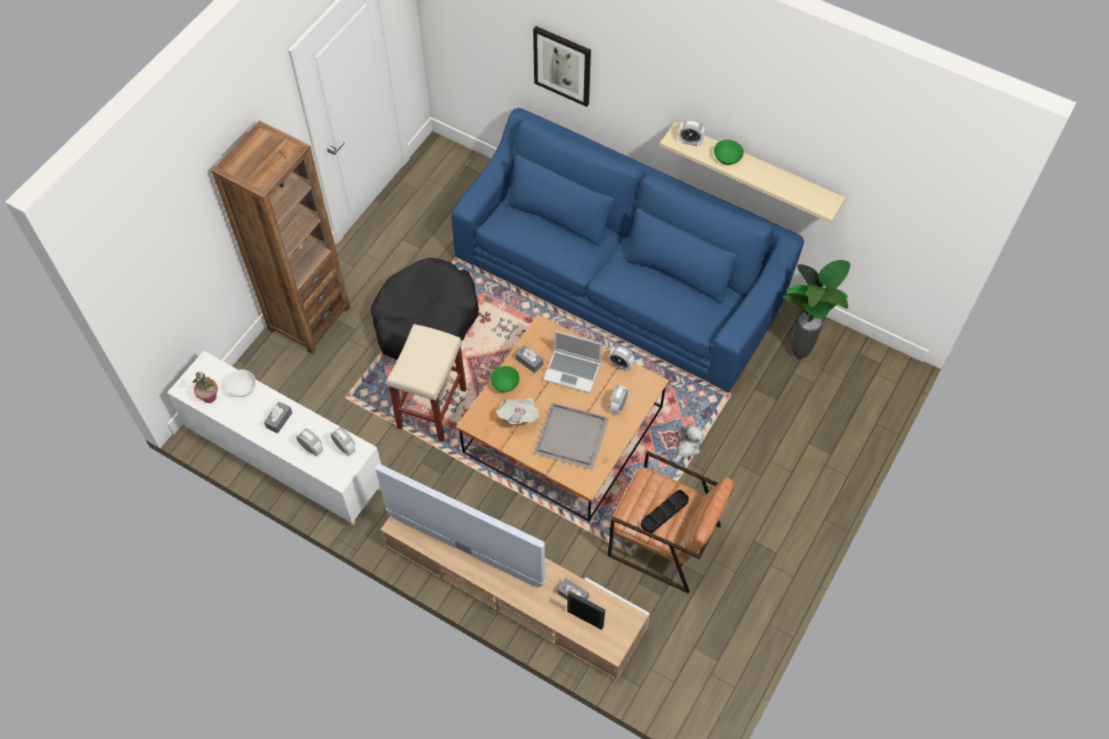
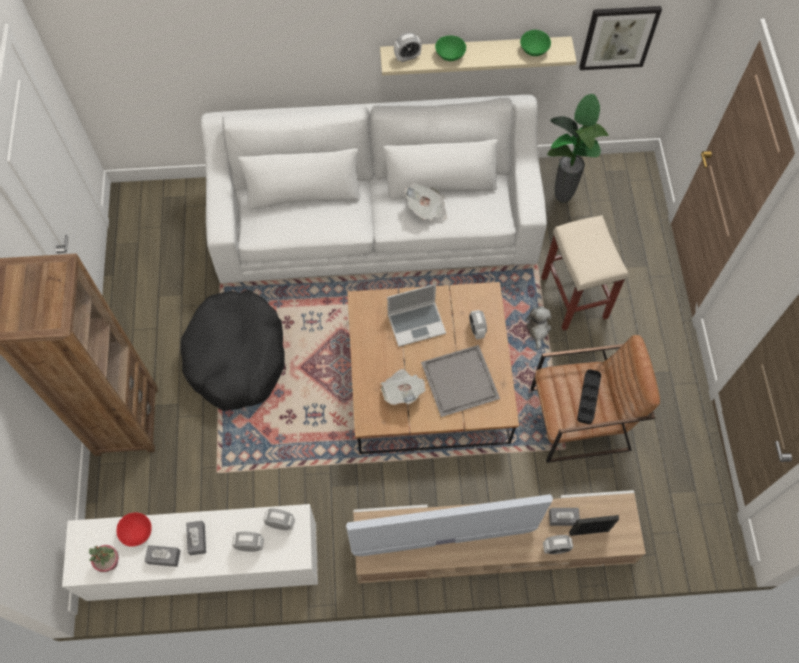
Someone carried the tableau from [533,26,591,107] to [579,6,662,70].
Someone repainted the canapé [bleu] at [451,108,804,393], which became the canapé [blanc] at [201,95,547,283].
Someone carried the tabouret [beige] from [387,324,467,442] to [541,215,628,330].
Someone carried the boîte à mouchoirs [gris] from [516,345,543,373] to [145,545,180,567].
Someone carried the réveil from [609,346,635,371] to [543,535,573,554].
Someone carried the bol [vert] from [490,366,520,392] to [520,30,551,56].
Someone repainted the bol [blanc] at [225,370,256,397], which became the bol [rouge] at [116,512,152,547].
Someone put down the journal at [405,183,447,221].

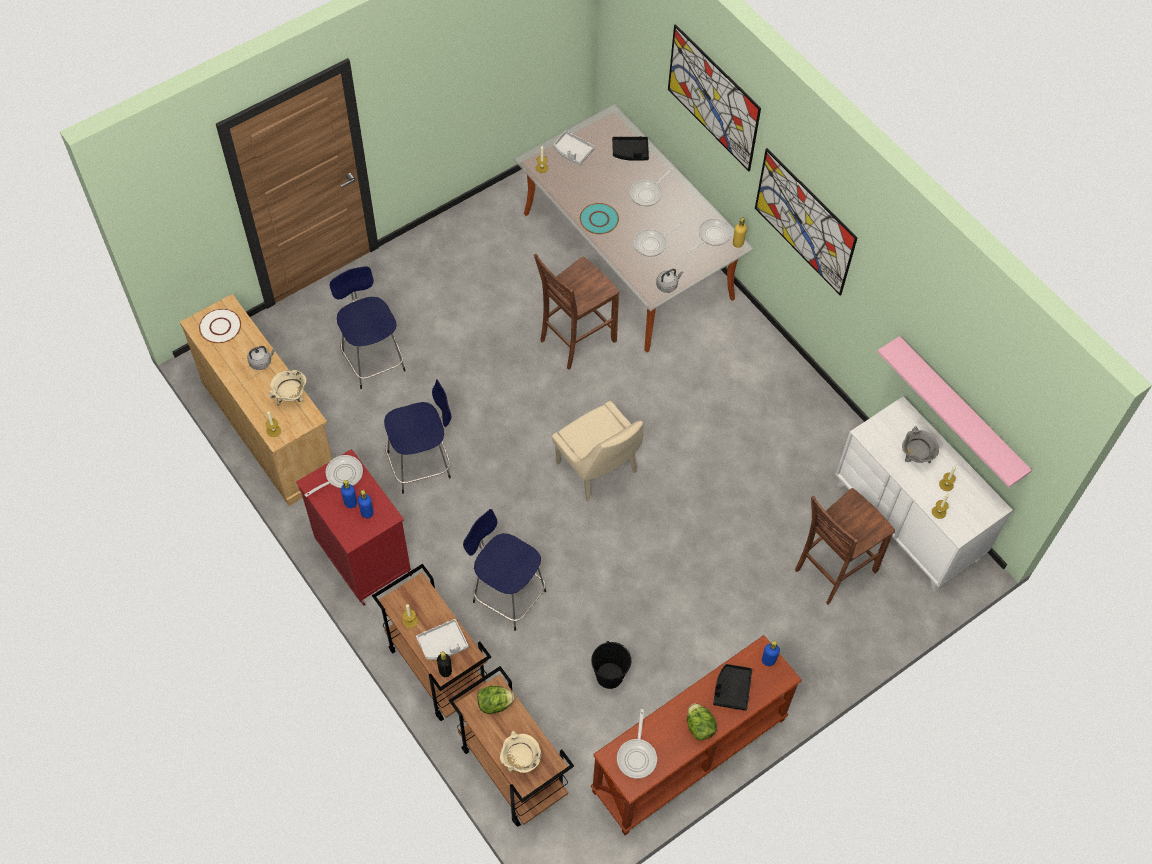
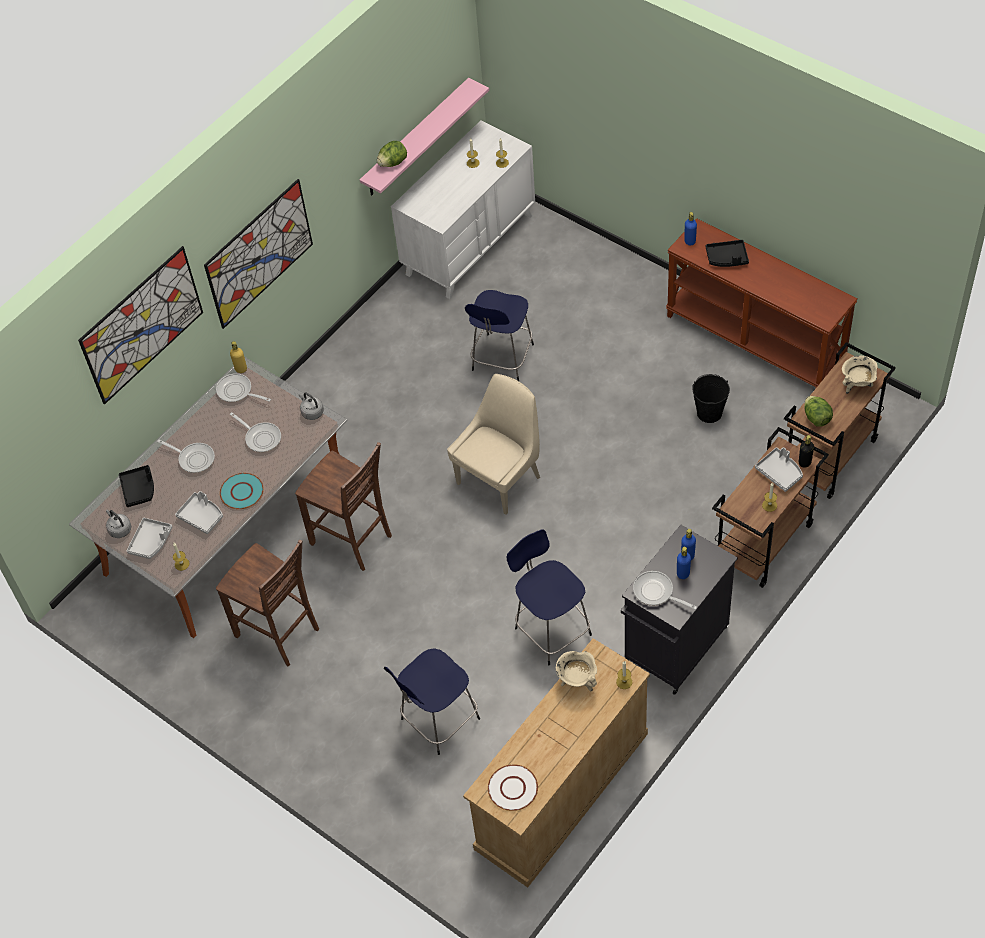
Someone carried the bouilloire [gris] from [247,346,276,370] to [106,509,131,538].
Someone took away the marmite [gris] at [902,426,939,463].
Someone repainted the meuble de rangement [rouge] at [296,449,412,606], which became the meuble de rangement [noir] at [621,525,738,695].
Someone carried the chaise [marron] from [795,488,895,605] to [216,540,319,666].
Someone carried the tabouret [bleu] from [463,509,546,631] to [465,290,534,381].
Someone carried the laitue from [687,703,717,741] to [377,141,407,167].
Someone took away the poêle at [617,709,657,779].
Someone put down the plateau [gris] at [175,491,223,534].

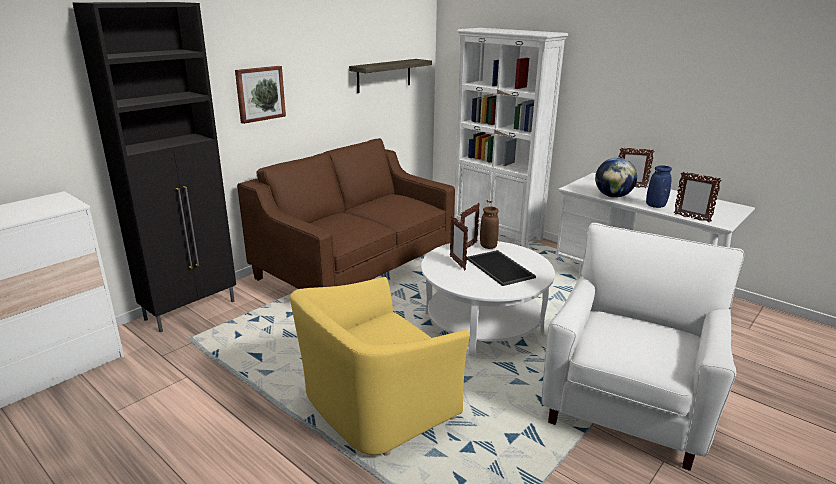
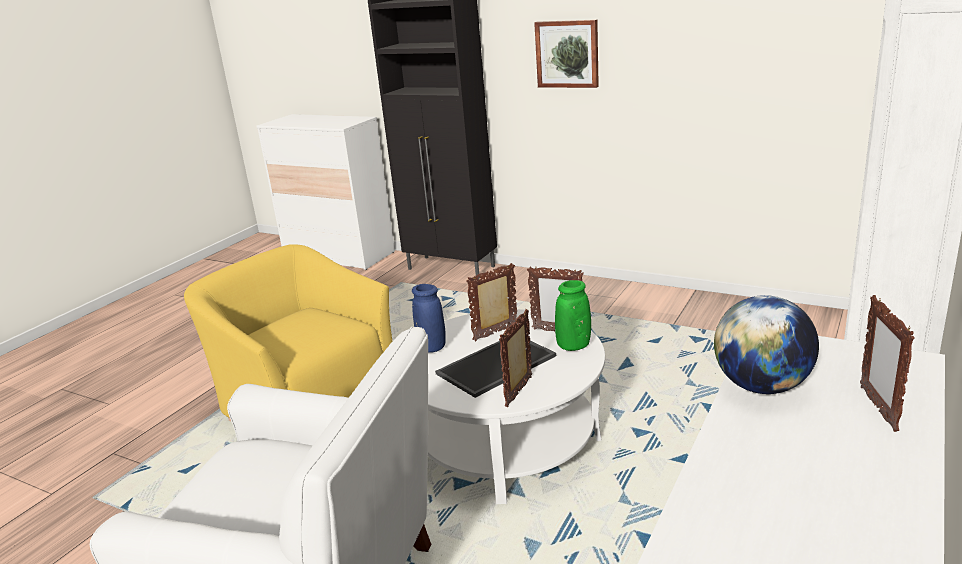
Someone took away the étagère at [349,59,432,93].
Someone took away the canapé [marron] at [237,138,455,289].
Someone carried the vase [bleu] from [646,165,672,208] to [412,284,446,353].
Someone carried the cadre photo from [674,172,722,222] to [499,309,532,407].
Someone repainted the vase [marron] at [480,206,499,249], which became the vase [vert] at [555,280,591,351].

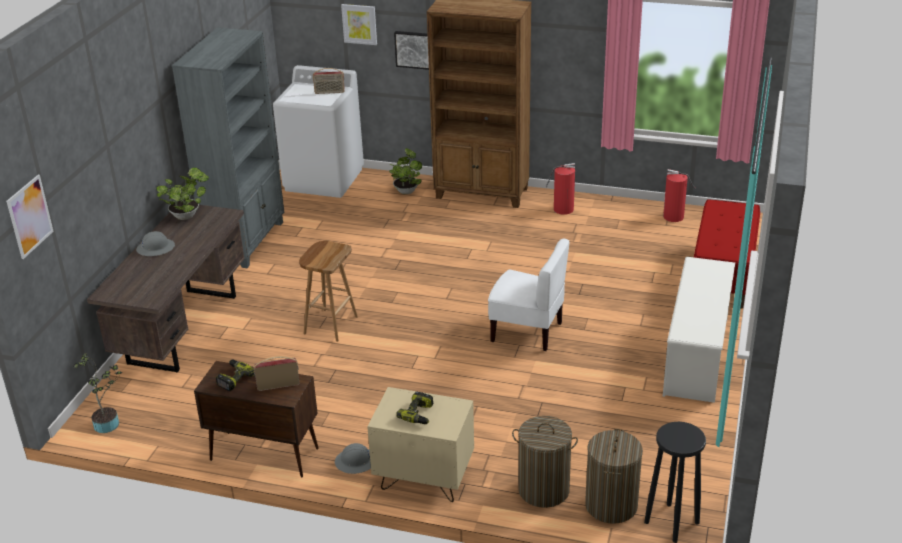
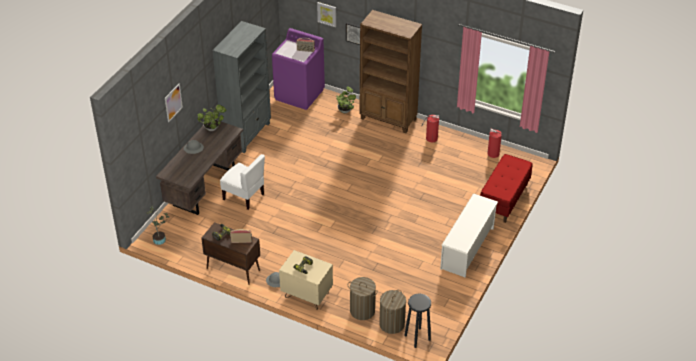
Someone repainted the lave-linge [blanc] at [273,65,364,198], which became the lave-linge [violet] at [272,28,325,110].
Someone carried the tableau from [6,175,54,259] to [165,84,183,122].
Someone carried the chaise [blanc] from [488,239,570,351] to [220,154,265,210].
Someone took away the tabouret [marron] at [299,241,358,342].

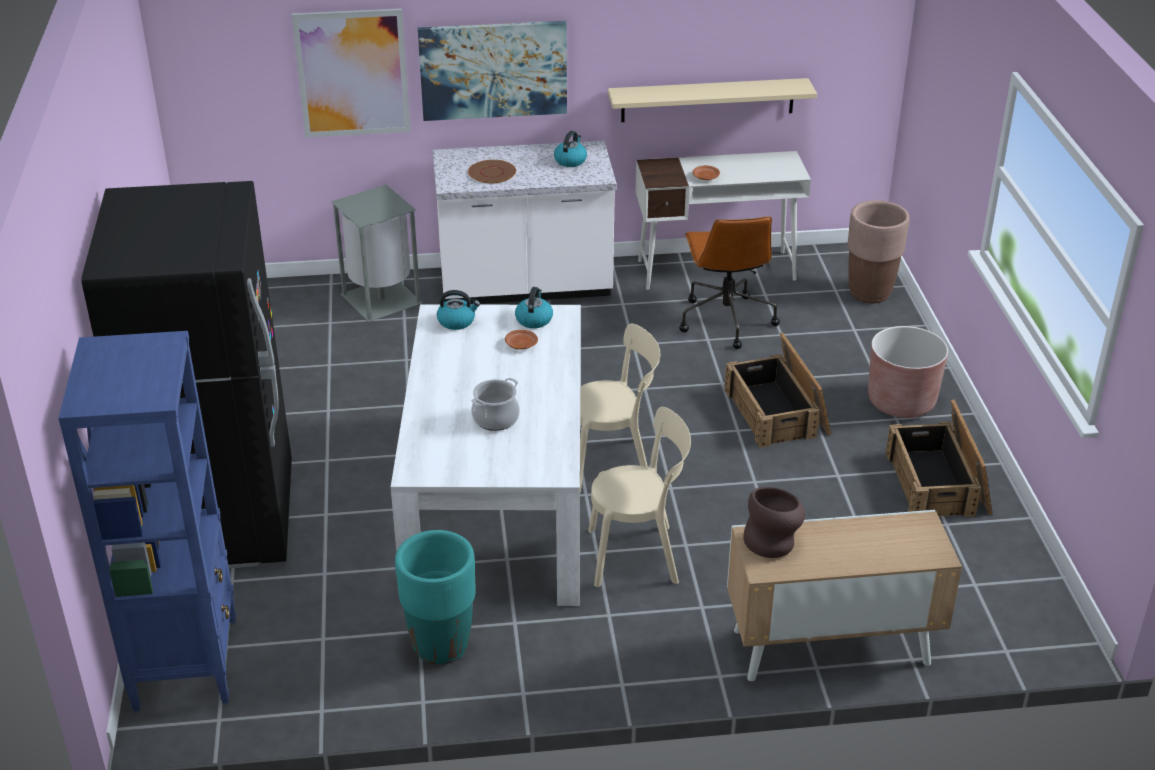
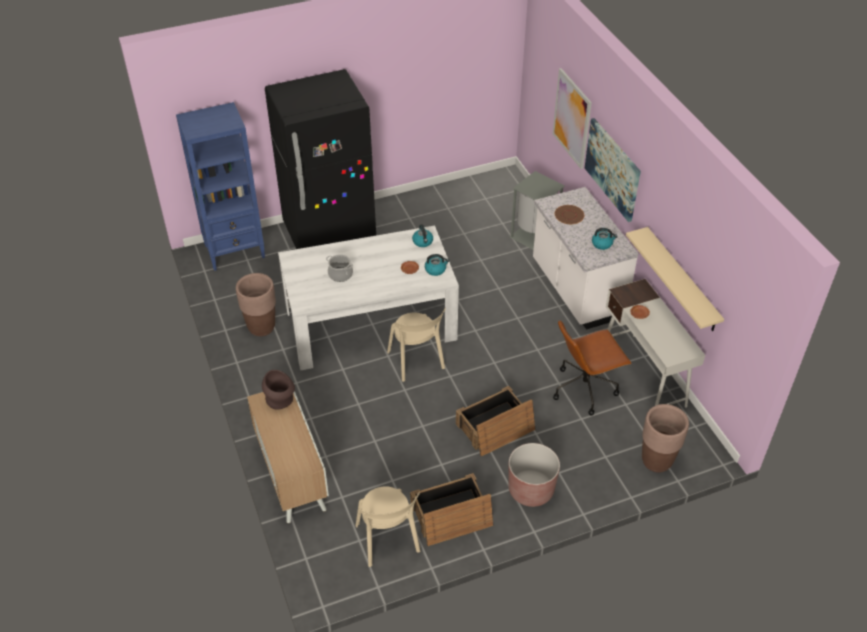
Someone carried the chaise [beige] from [588,407,691,587] to [355,486,420,567].
Someone repainted the cache-pot [turquoise] at [395,530,476,665], which became the cache-pot [marron] at [236,273,276,336].

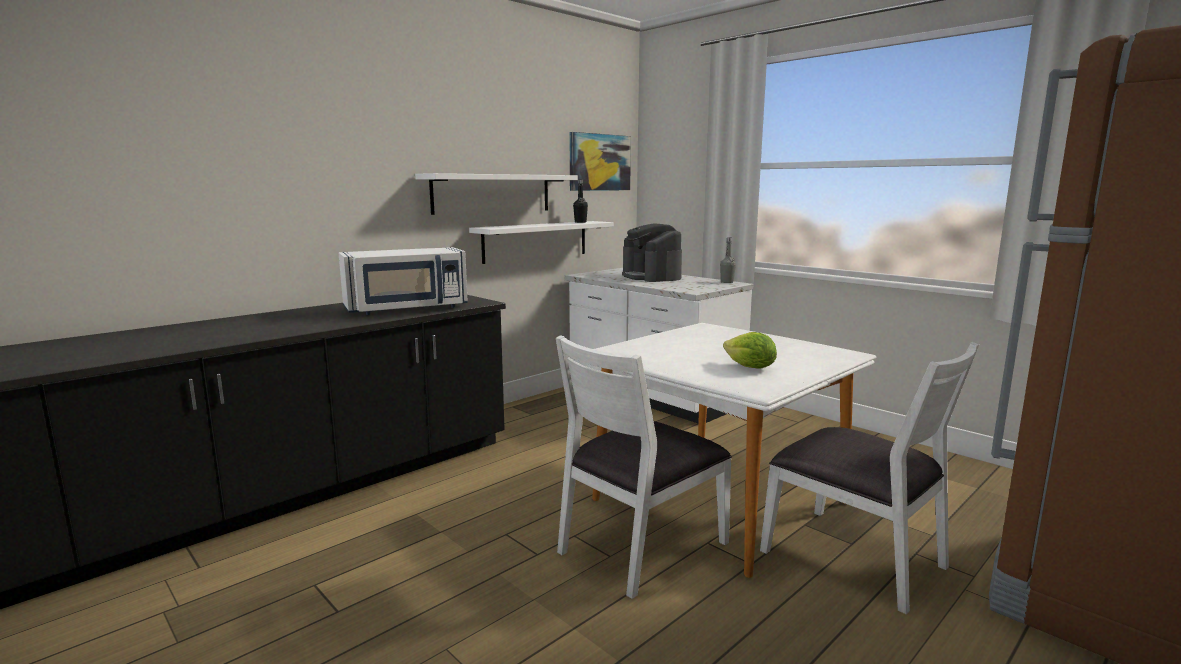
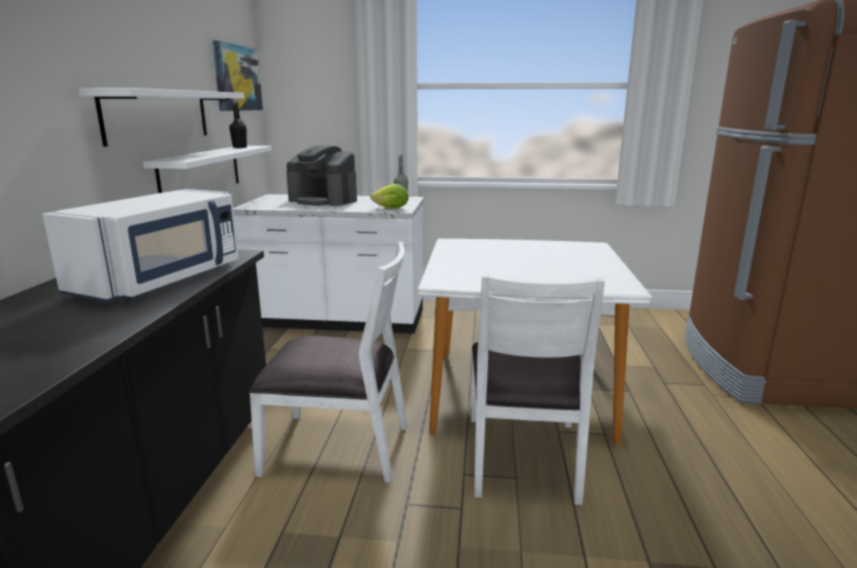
Someone carried the laitue from [723,332,777,368] to [370,184,408,208].
Someone carried the chaise [blanc] from [760,342,979,614] to [249,241,408,483].

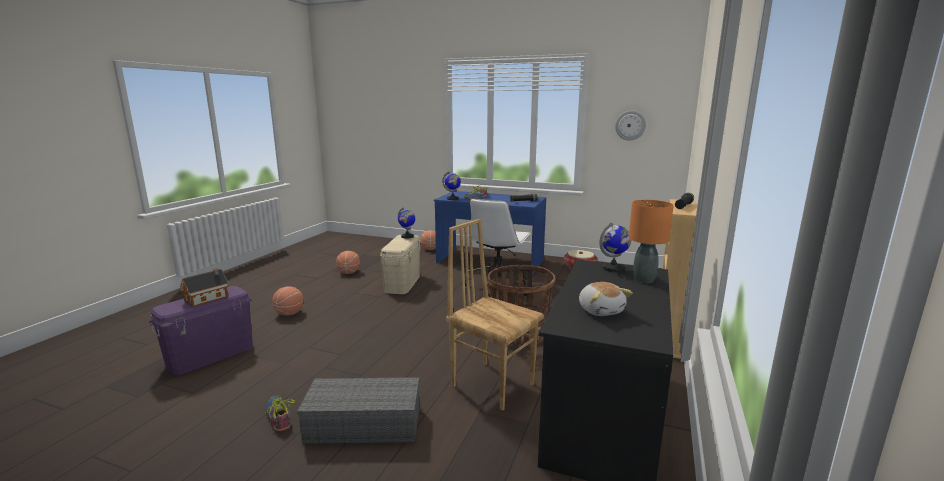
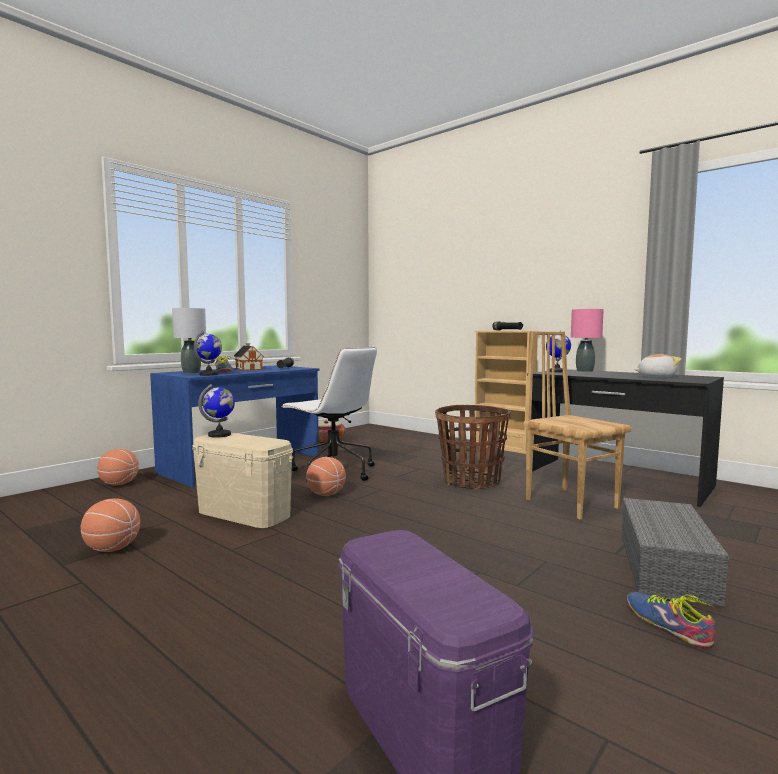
Someone took away the horloge murale at [615,111,646,141].
Someone repainted the lampe de table [orange] at [629,200,674,283], which became the lampe de table [rose] at [571,309,604,372].
Someone rotated the chaise [marron] at [446,219,544,411] by 90 degrees clockwise.
Someone carried the maison miniature from [180,268,228,307] to [234,343,264,371].
Someone carried the ballon de basket from [272,286,304,316] to [306,457,346,496].
Someone rotated the chaussure at [266,395,295,432] by 75 degrees clockwise.
Someone put down the lampe de table [gris] at [172,308,206,374].

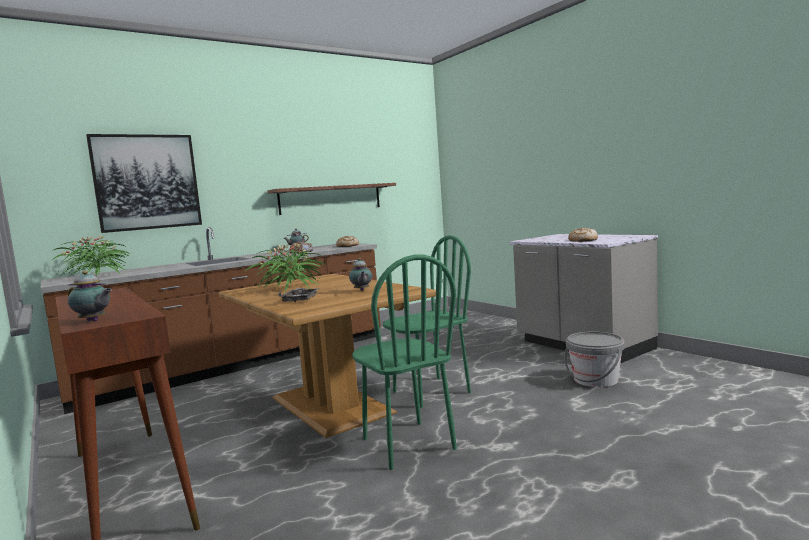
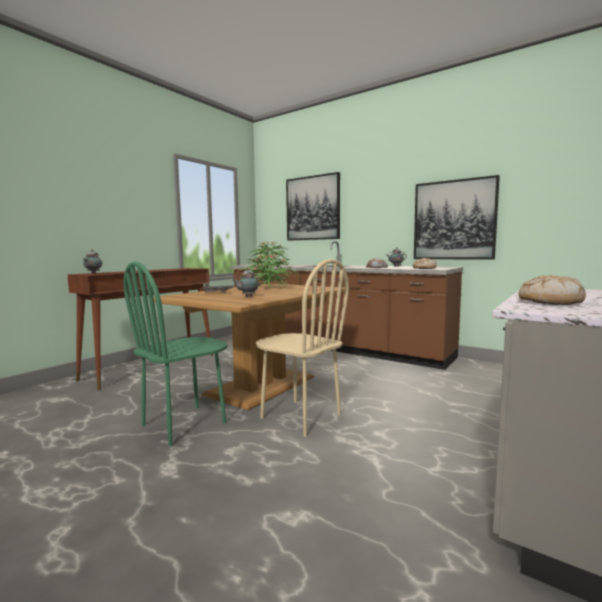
Someone swapped the étagère at [267,183,396,215] for the tableau at [414,175,500,260].
Someone repainted the chaise [vert] at [383,235,471,408], which became the chaise [beige] at [256,259,349,437].
Someone took away the seau [gris] at [564,332,625,387].

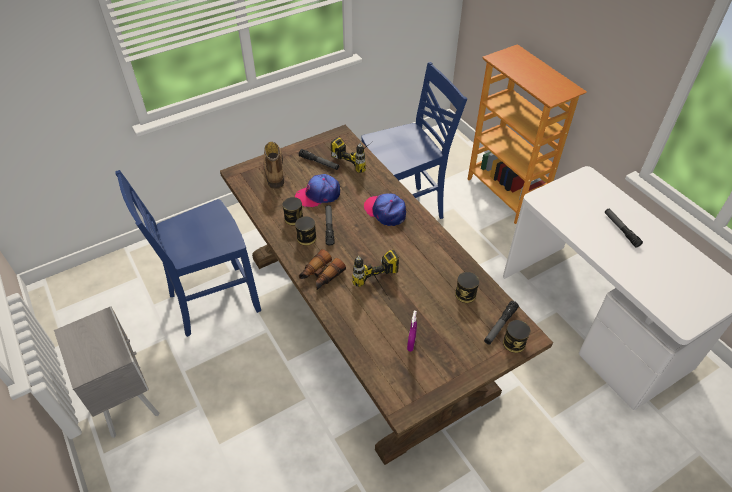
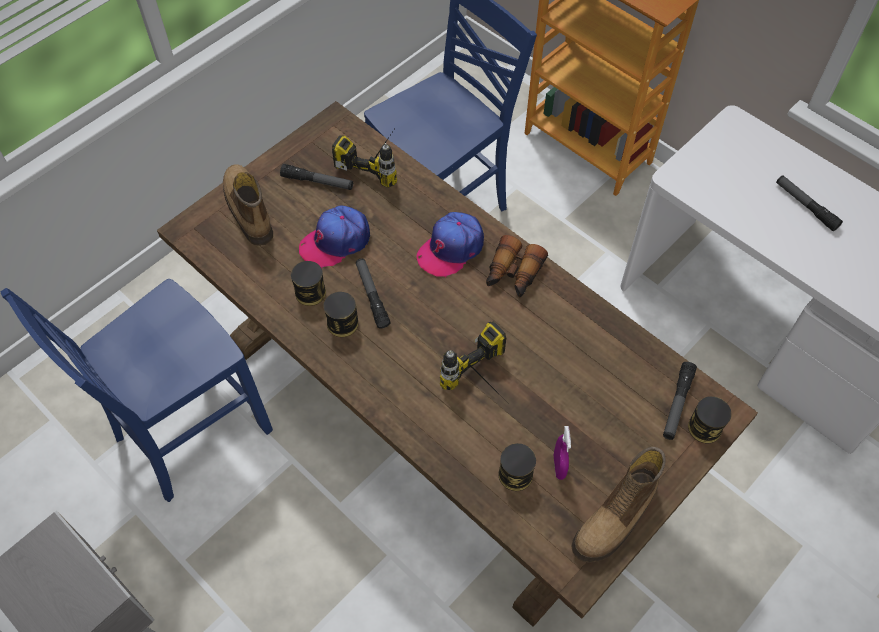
Someone rotated the casquette at [364,193,406,226] by 75 degrees counterclockwise.
Someone carried the jumelles from [299,249,346,290] to [486,235,548,298].
Someone carried the boîte métallique from [455,272,479,303] to [498,443,536,491].
Someone put down the botte at [571,447,666,563].

